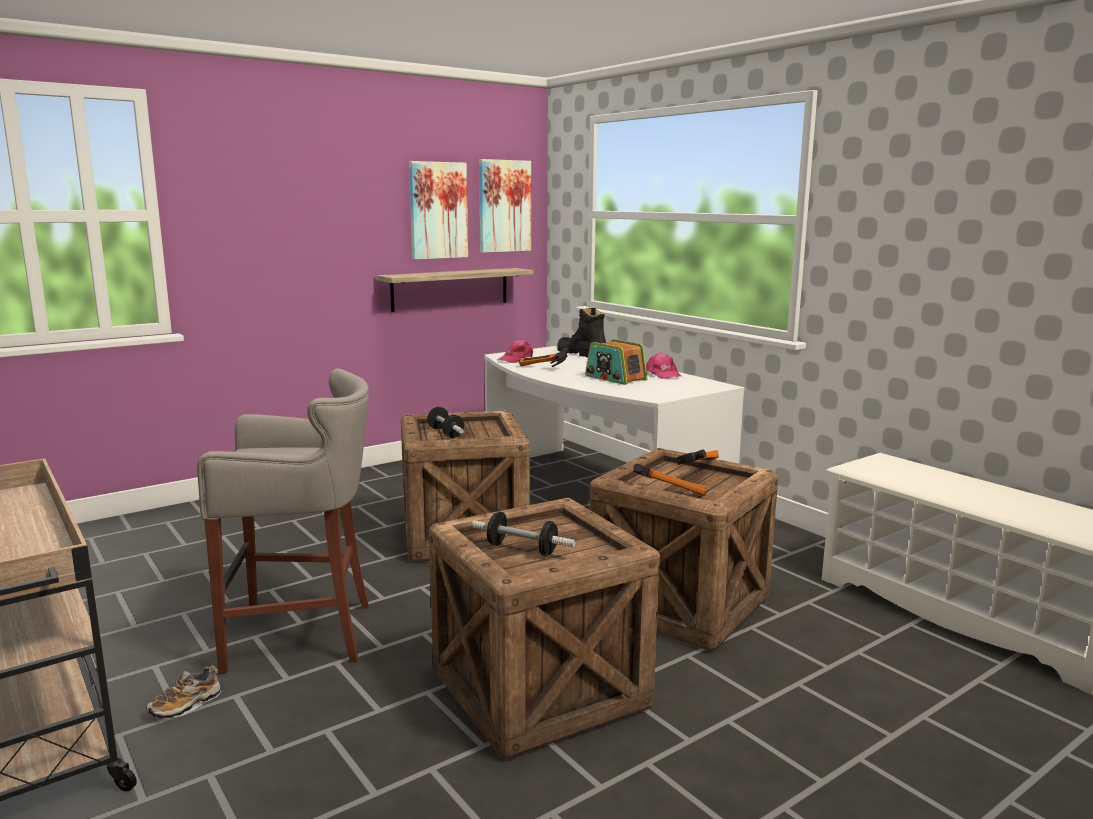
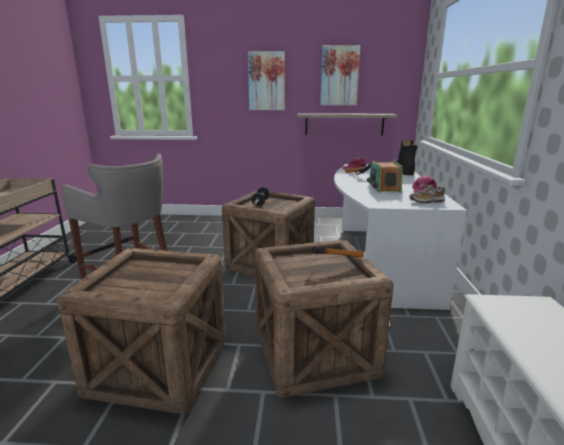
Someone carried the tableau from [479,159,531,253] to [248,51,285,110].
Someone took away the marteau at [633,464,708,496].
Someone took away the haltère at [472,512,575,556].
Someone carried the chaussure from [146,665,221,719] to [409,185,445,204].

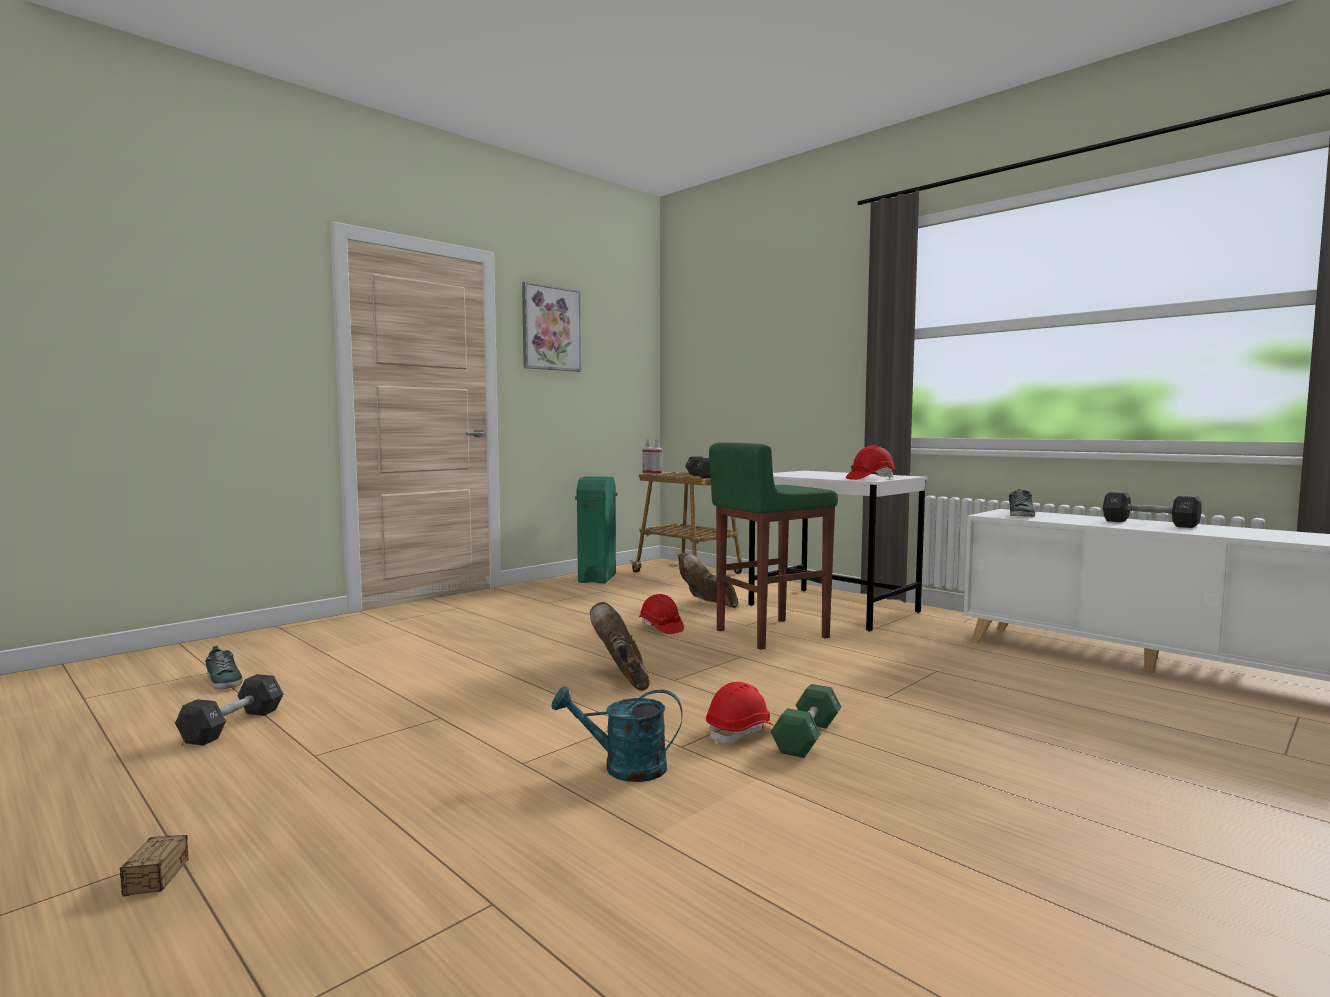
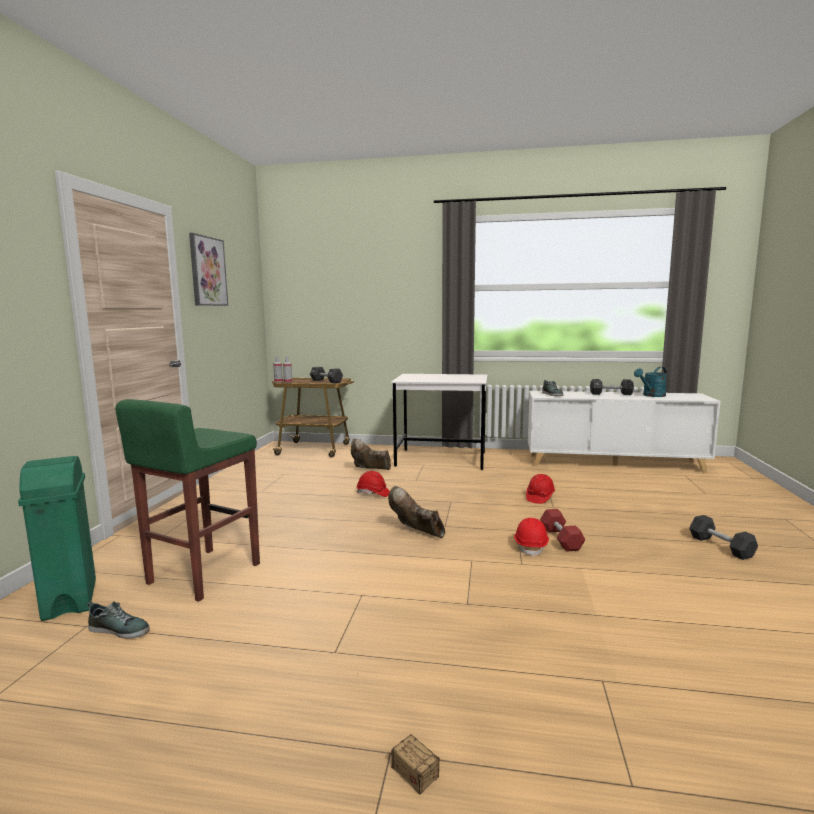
Someone carried the tabouret [vert] from [709,442,838,650] to [115,399,260,602].
Someone carried the casque de chantier [rouge] from [846,446,895,480] to [526,474,555,504].
Someone carried the poubelle [vert] from [575,476,617,583] to [18,456,96,621].
Someone carried the haltère [noir] from [175,674,283,746] to [689,515,758,560].
Someone repainted the haltère [vert] at [770,684,841,758], which became the haltère [rouge] at [540,509,586,552].
Someone carried the arrosoir [turquoise] from [552,686,683,782] to [634,367,667,397].

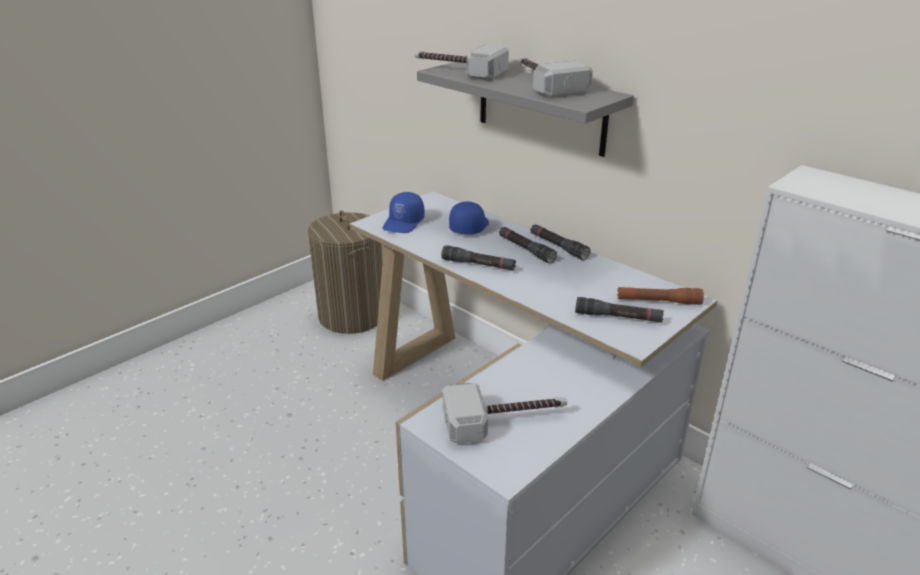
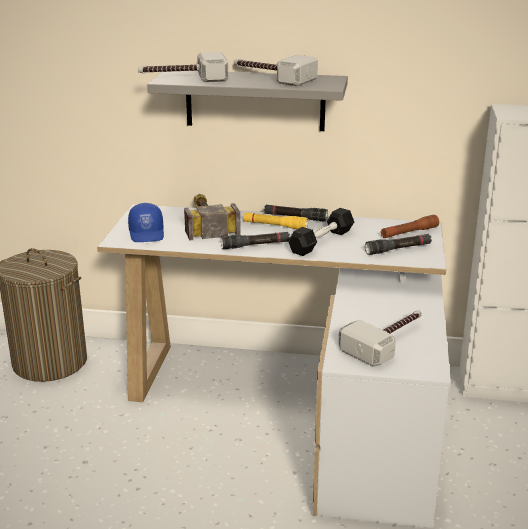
Someone swapped the casquette [bleu] at [449,201,489,235] for the marteau at [184,194,241,241].
Someone repainted the lampe de poche [noir] at [499,227,557,263], which became the lampe de poche [jaune] at [243,212,308,229].
Someone put down the haltère [noir] at [288,208,354,256].

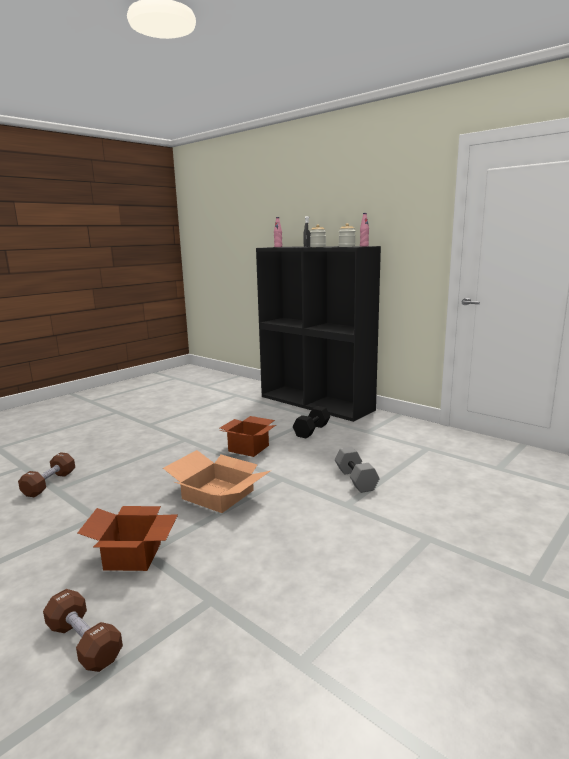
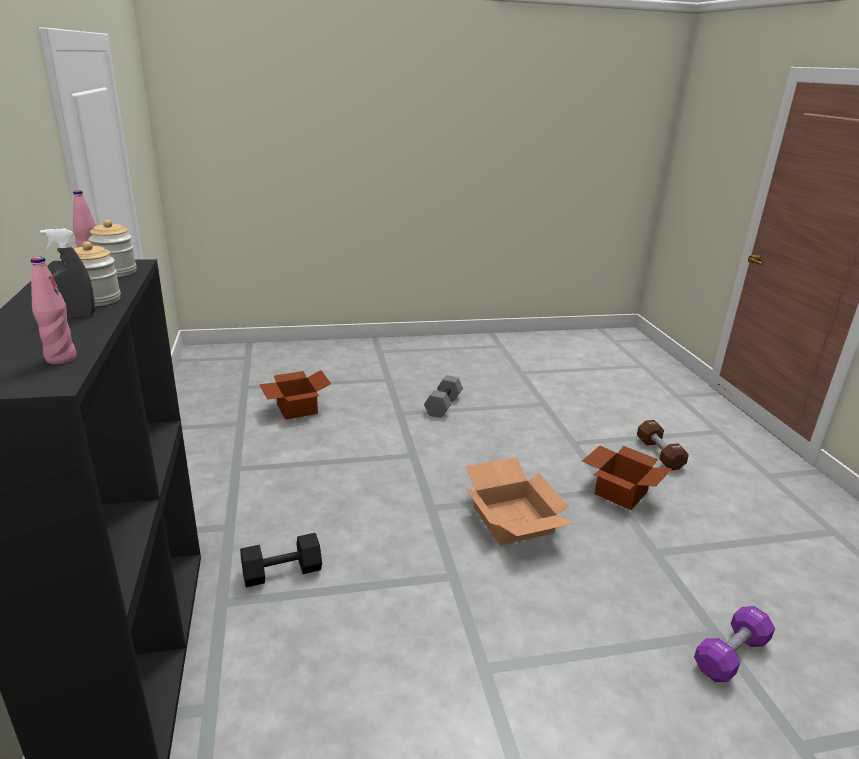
Someone carried the carton from [219,416,276,457] to [259,370,331,420].
Someone carried the haltère [gris] from [335,447,380,493] to [424,375,463,418].
Someone repainted the haltère [marron] at [18,452,75,497], which became the haltère [violet] at [694,606,775,682].

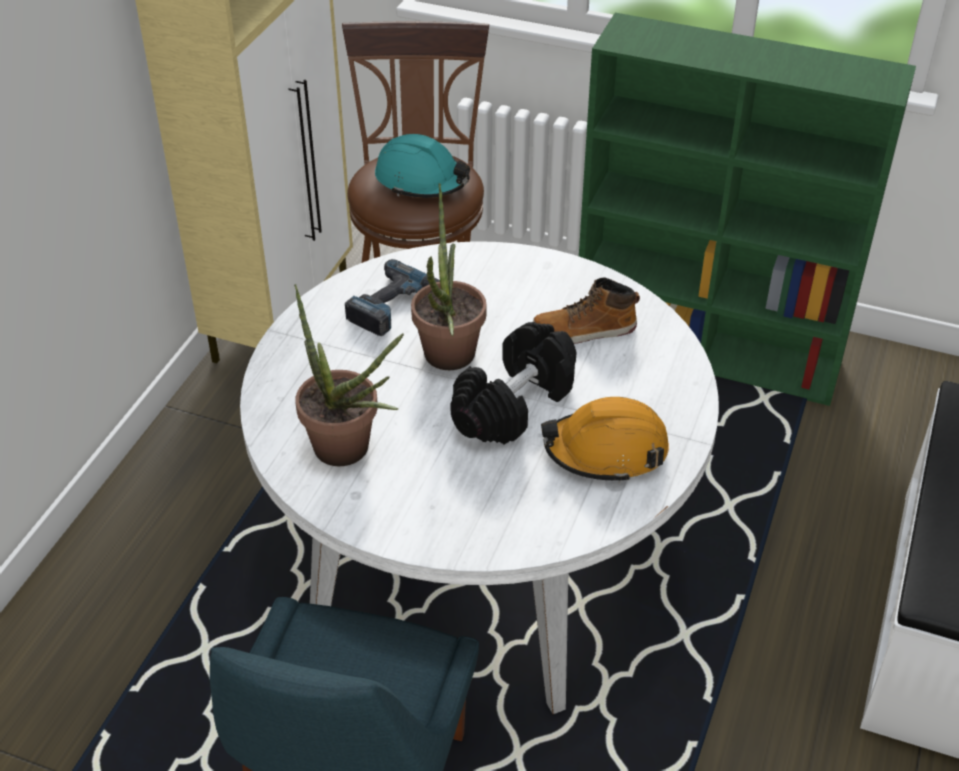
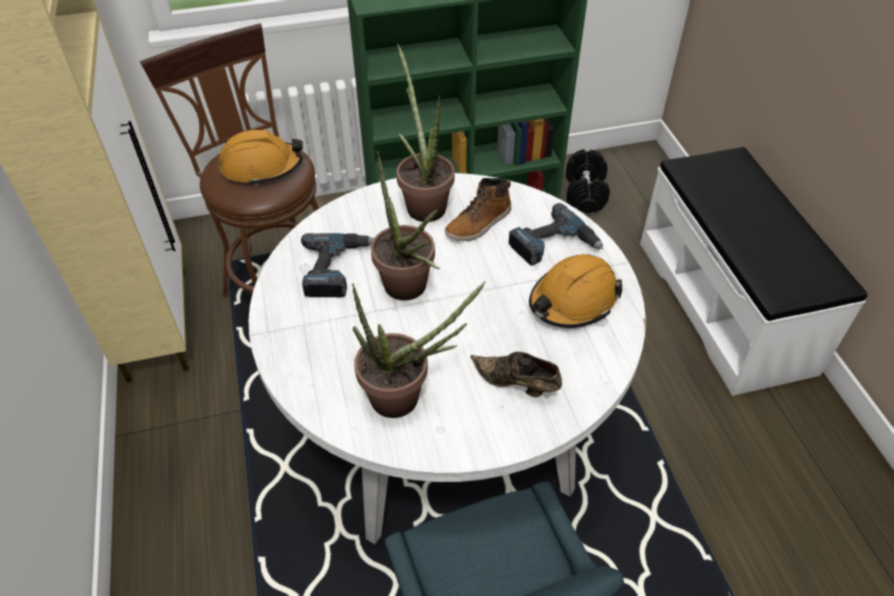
Someone repainted the casque de chantier [turquoise] at [375,134,470,198], which became the casque de chantier [orange] at [219,130,303,186].
Someone carried the haltère [noir] from [450,322,577,444] to [566,149,610,213].
Someone put down the plante en pot at [396,44,454,222].
Someone put down the perceuse at [509,203,603,266].
Someone put down the chaussure [marron] at [470,352,562,397].

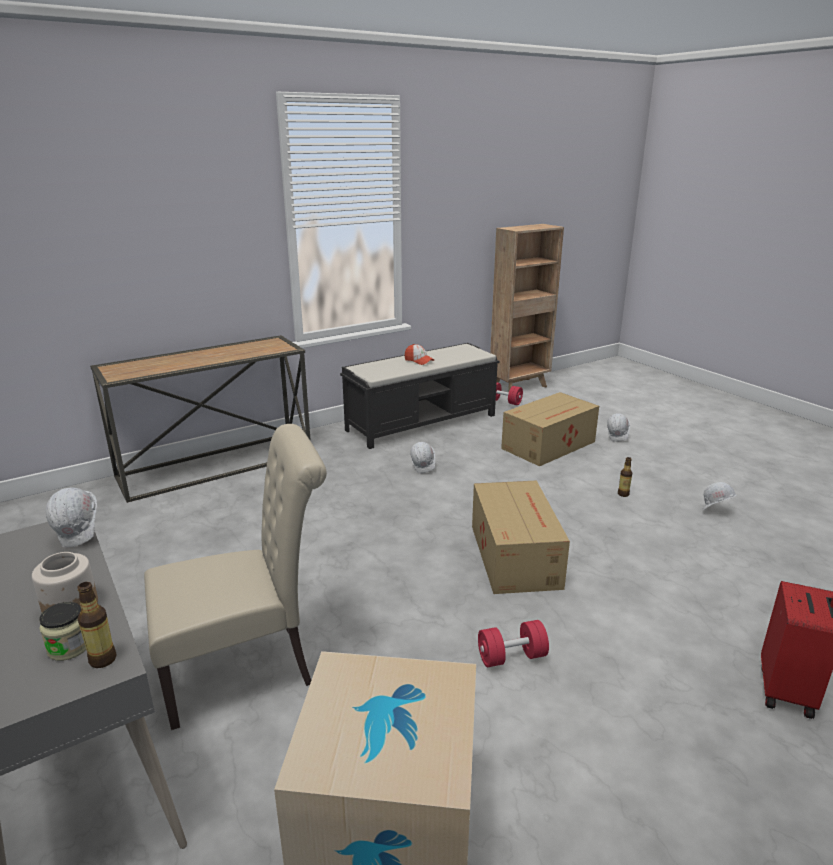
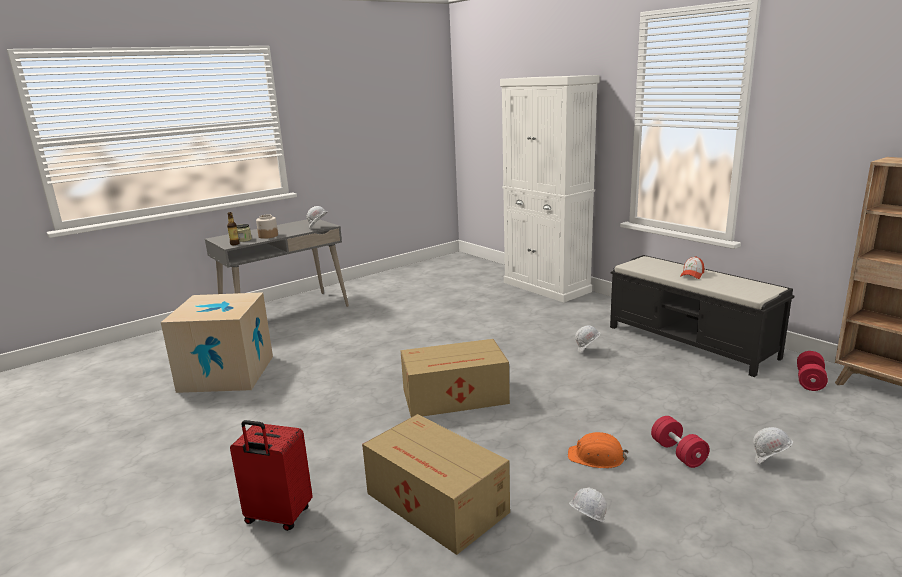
Someone swapped the table console at [90,335,311,503] for the meuble de rangement [blanc] at [500,75,600,303].
Someone carried the carton from [501,392,599,466] to [362,414,510,555].
Someone took away the chaise [beige] at [144,424,327,730].
Someone swapped the bouteille at [618,457,632,497] for the casque de chantier [orange] at [568,432,629,468].
Someone carried the haltère [rouge] from [478,620,549,667] to [651,416,710,468].

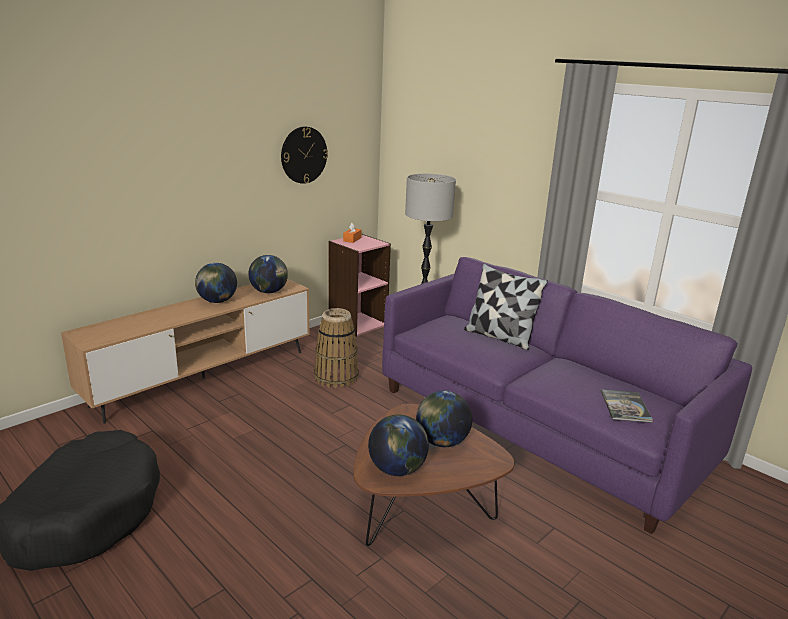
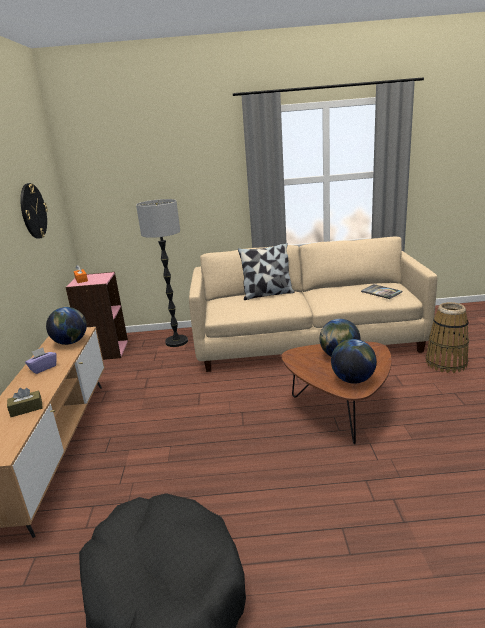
Someone repainted the canapé [violet] at [382,257,752,534], which became the canapé [beige] at [189,237,437,372].
Someone swapped the globe at [195,263,237,303] for the boîte à mouchoirs [violet] at [25,347,56,374].
Someone carried the panier from [314,308,359,388] to [426,302,469,373].
Someone put down the boîte à mouchoirs [marron] at [7,388,43,417].

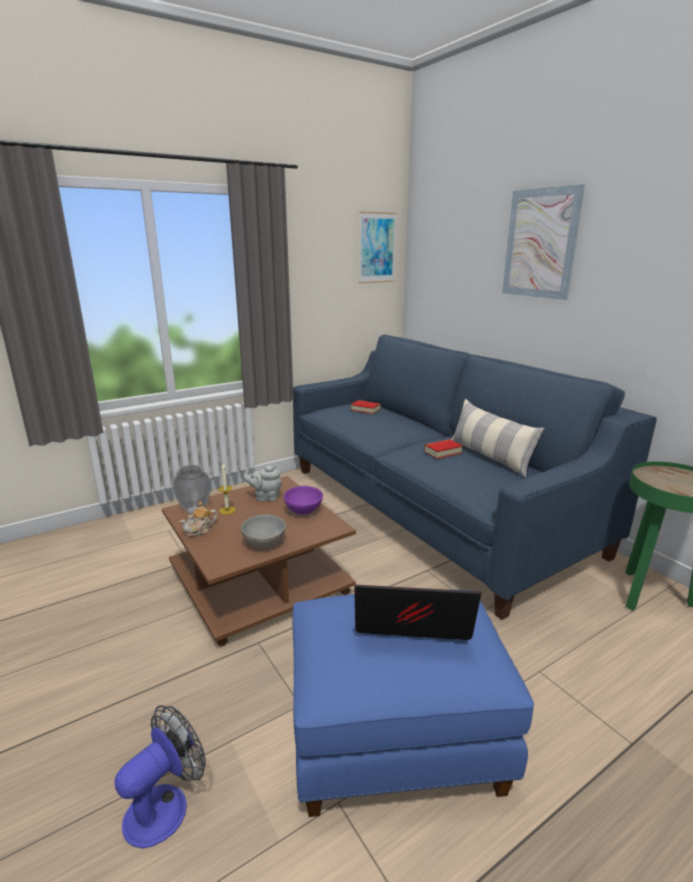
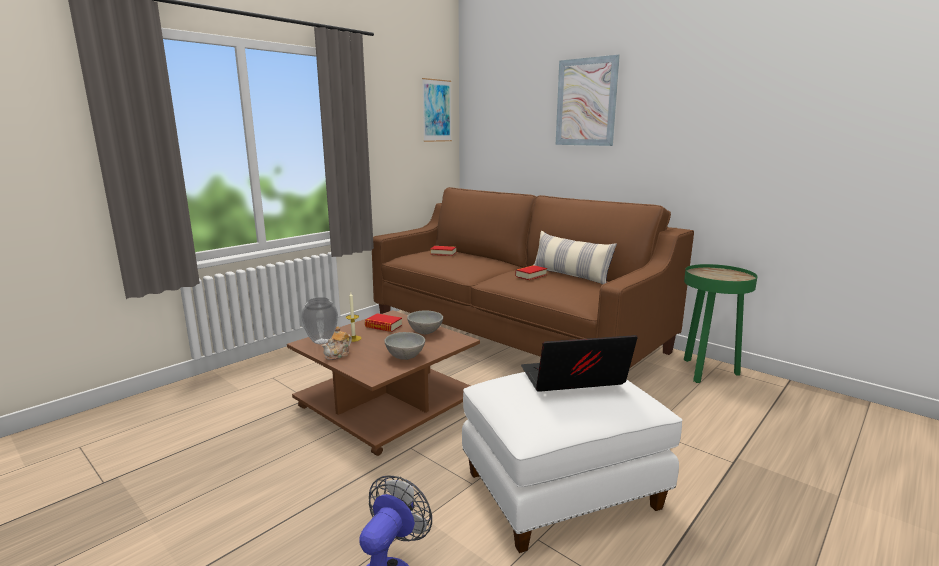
Someone repainted the canapé [bleu] at [293,335,657,620], which became the canapé [marron] at [372,187,694,368].
Someone swapped the théière [gris] at [243,465,282,501] for the livre at [365,313,402,332].
Someone repainted the bol [violet] at [284,486,323,515], which became the bol [gris] at [407,310,443,334].
Someone repainted the pouf [bleu] at [293,589,534,817], which became the pouf [blanc] at [462,372,683,553].

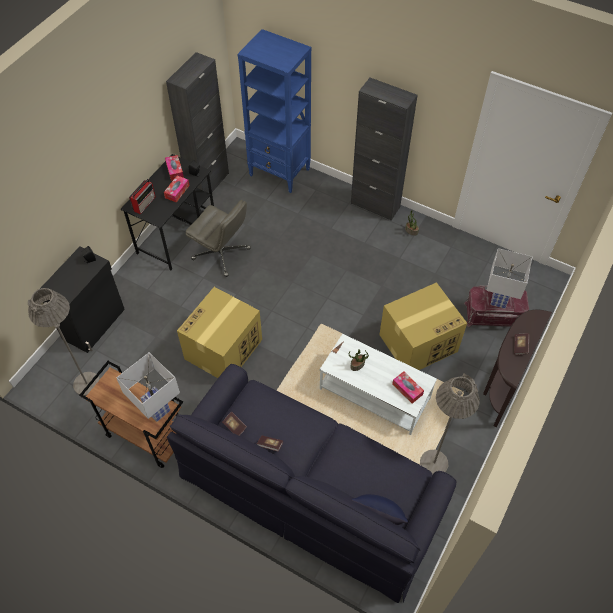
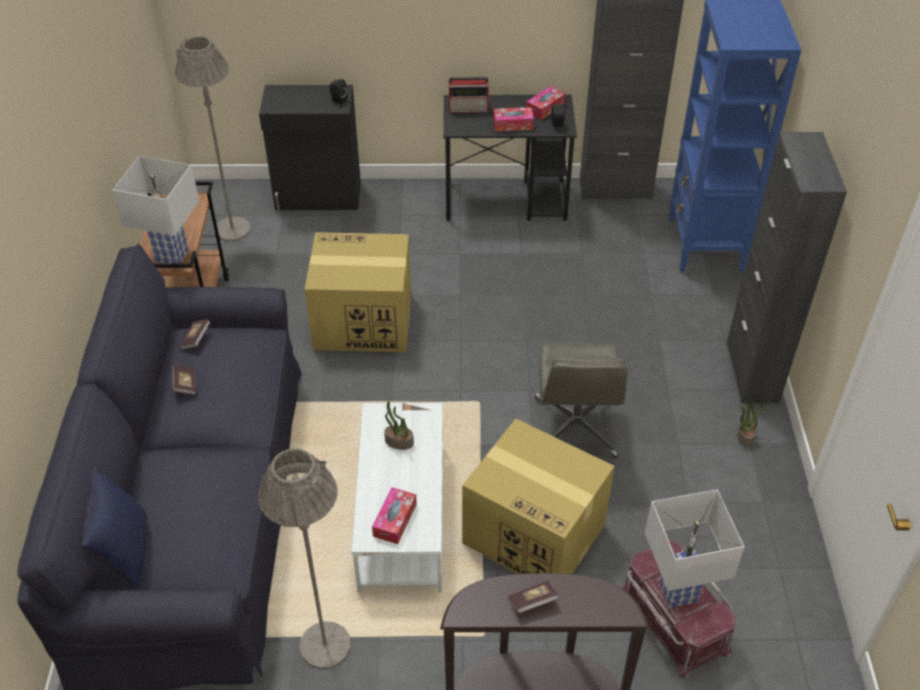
Someone carried the chaise de bureau [gris] from [186,200,251,277] to [535,343,628,458].

